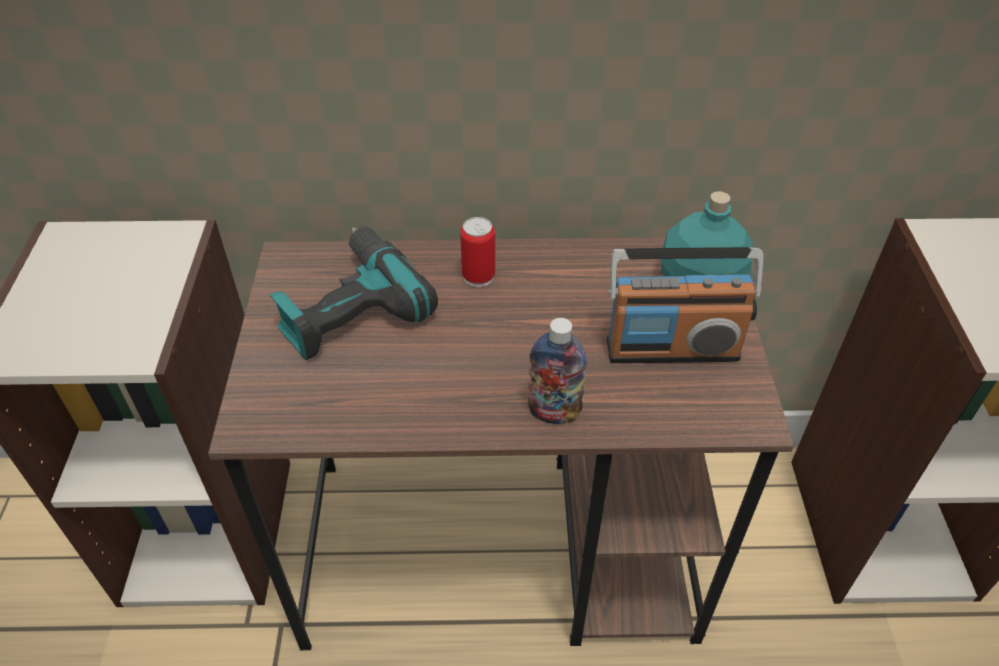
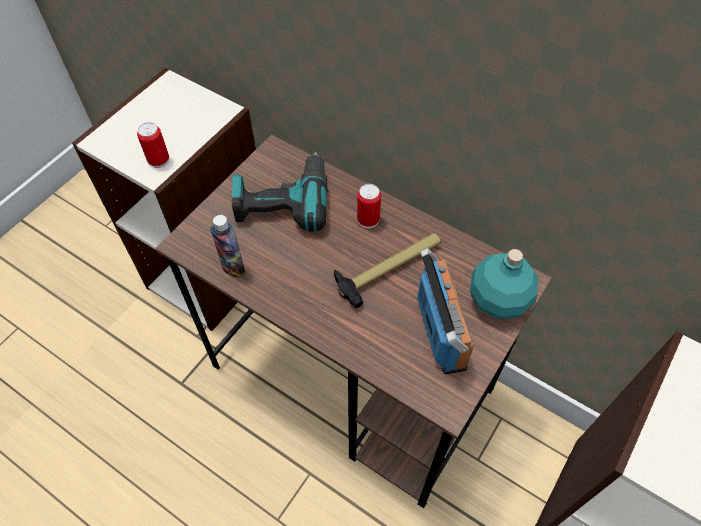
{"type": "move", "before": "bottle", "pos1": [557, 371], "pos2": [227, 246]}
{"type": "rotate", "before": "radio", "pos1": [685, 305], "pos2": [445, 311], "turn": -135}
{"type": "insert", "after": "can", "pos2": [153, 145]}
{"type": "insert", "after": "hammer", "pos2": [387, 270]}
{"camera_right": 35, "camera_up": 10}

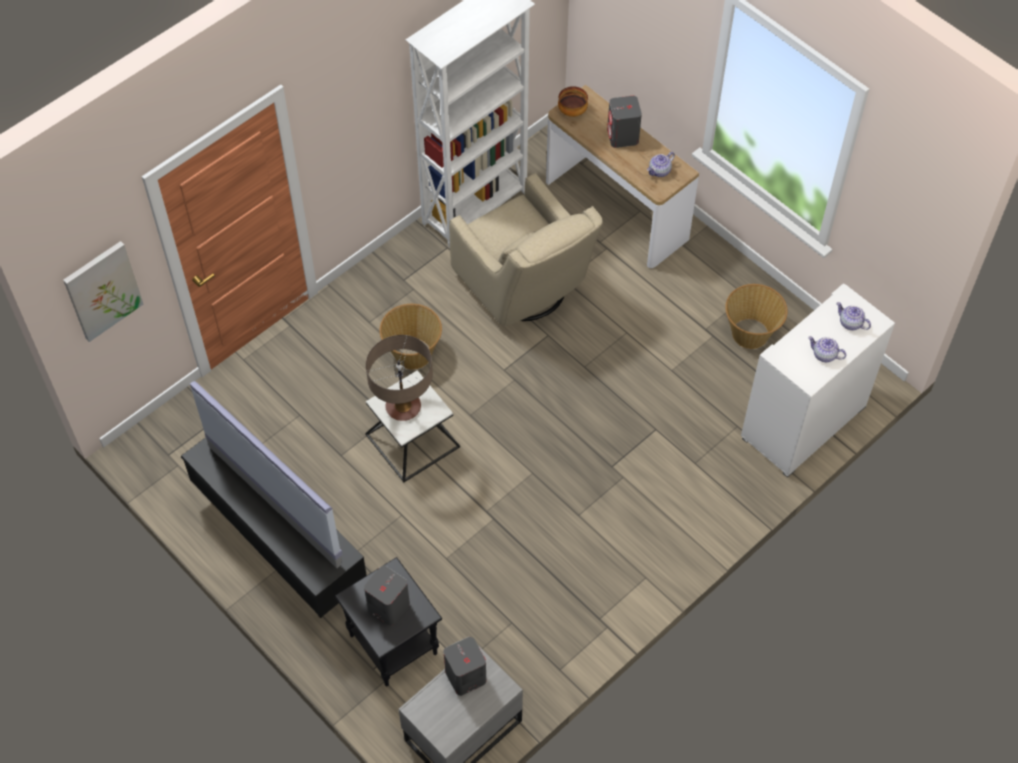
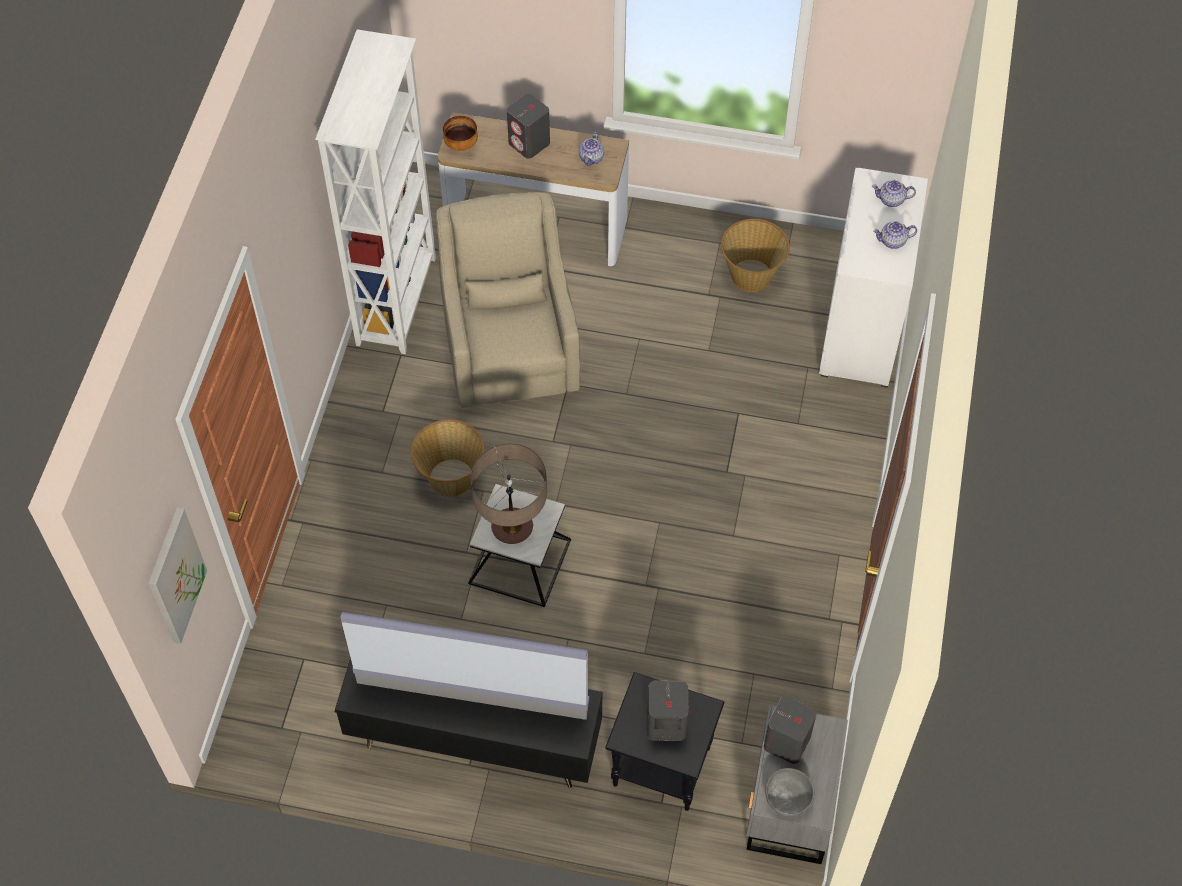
{"type": "rotate", "before": "beige armchair", "pos1": [526, 249], "pos2": [508, 300], "turn": -120}
{"type": "insert", "after": "grey bowl", "pos2": [789, 792]}
{"camera_right": -35, "camera_up": 0}

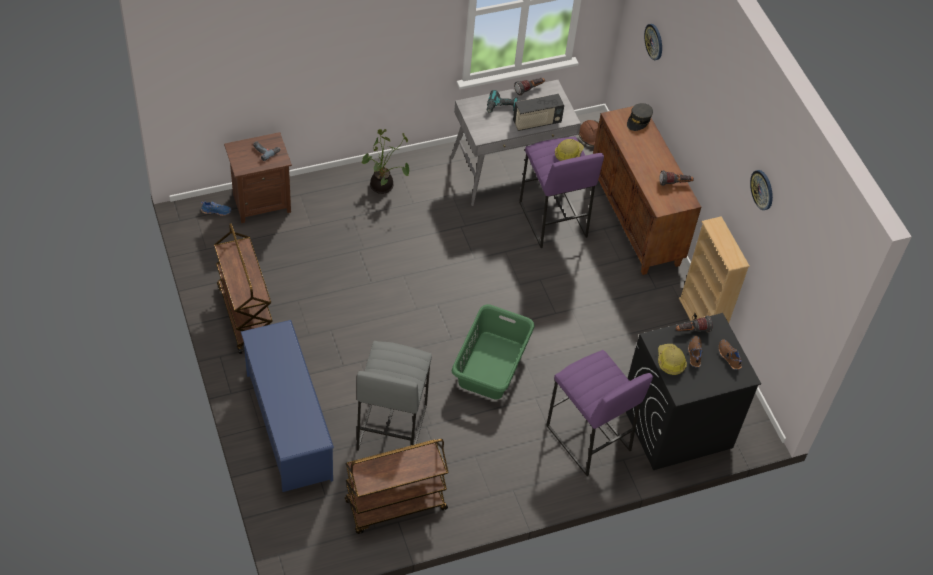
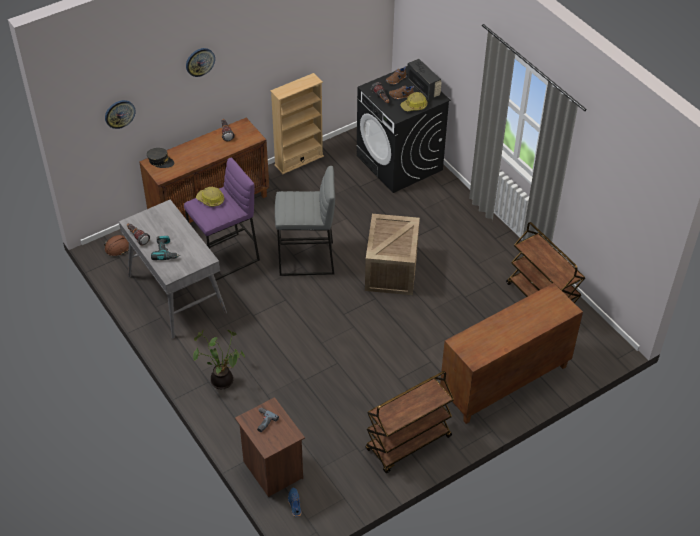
{"type": "replace", "before": "blue shoe rack", "after": "brown cabinet", "pos1": [287, 406], "pos2": [511, 353]}
{"type": "move", "before": "grey stool", "pos1": [394, 396], "pos2": [305, 221]}
{"type": "replace", "before": "green laundry basket", "after": "crate", "pos1": [493, 352], "pos2": [392, 254]}
{"type": "move", "before": "radio", "pos1": [538, 112], "pos2": [424, 79]}
{"type": "delete", "before": "purple stool", "pos1": [599, 413]}
{"type": "move", "before": "wall clock", "pos1": [761, 190], "pos2": [200, 62]}
{"camera_right": -100, "camera_up": -5}

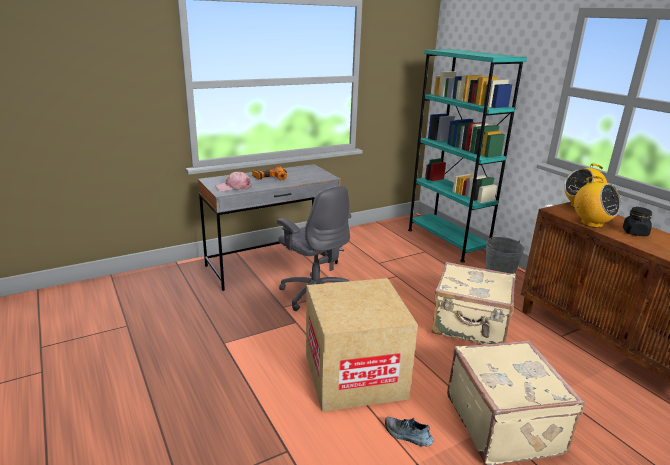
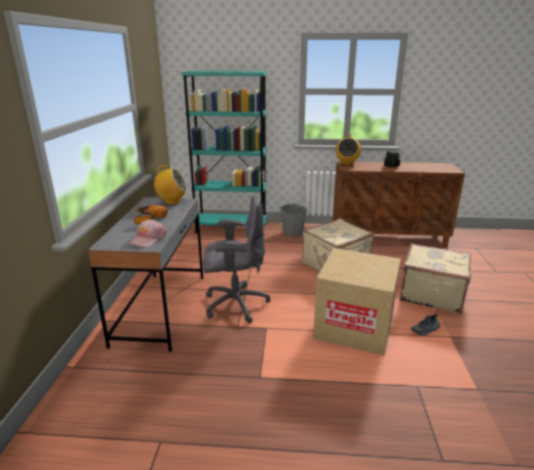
{"type": "move", "before": "radio", "pos1": [597, 202], "pos2": [169, 184]}
{"camera_right": -55, "camera_up": 0}

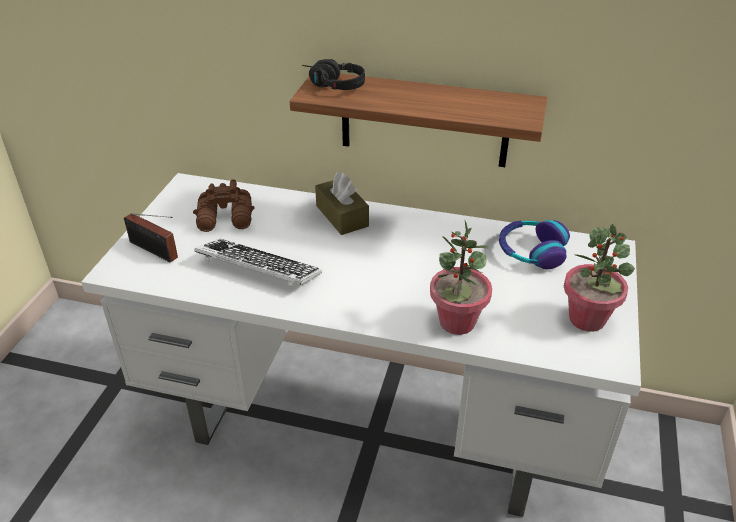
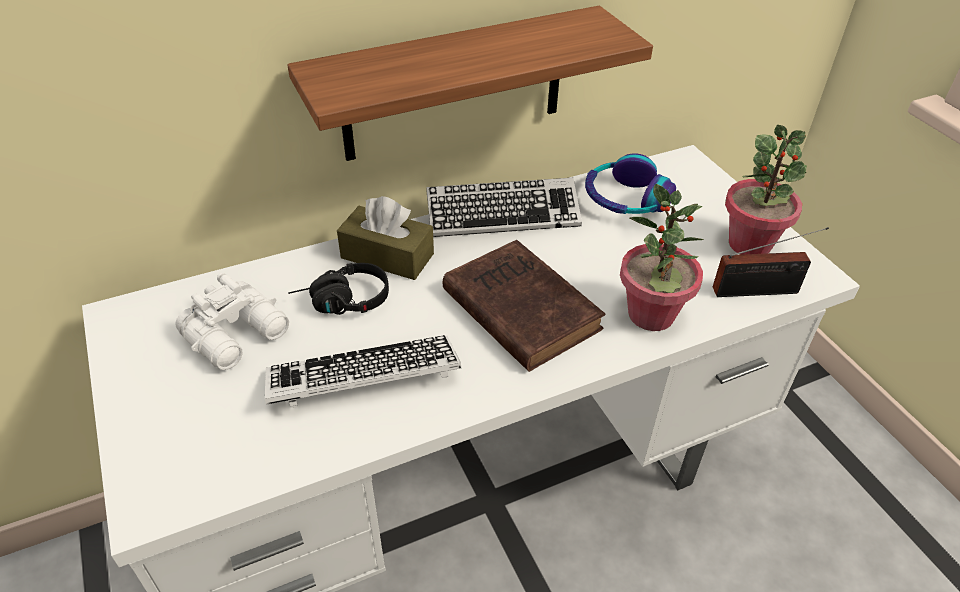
{"type": "move", "before": "radio", "pos1": [151, 238], "pos2": [771, 262]}
{"type": "recolor", "before": "brown binoculars", "after": "white binoculars", "pos1": [223, 205], "pos2": [232, 321]}
{"type": "move", "before": "black headphones", "pos1": [333, 74], "pos2": [338, 289]}
{"type": "insert", "after": "keyboard", "pos2": [504, 207]}
{"type": "insert", "after": "brown book", "pos2": [524, 306]}
{"camera_right": -40, "camera_up": 5}

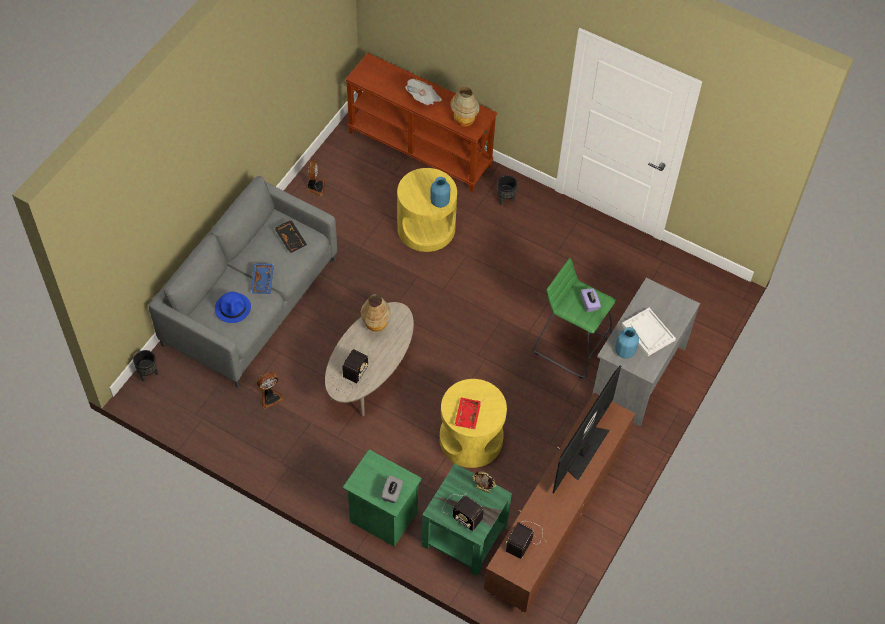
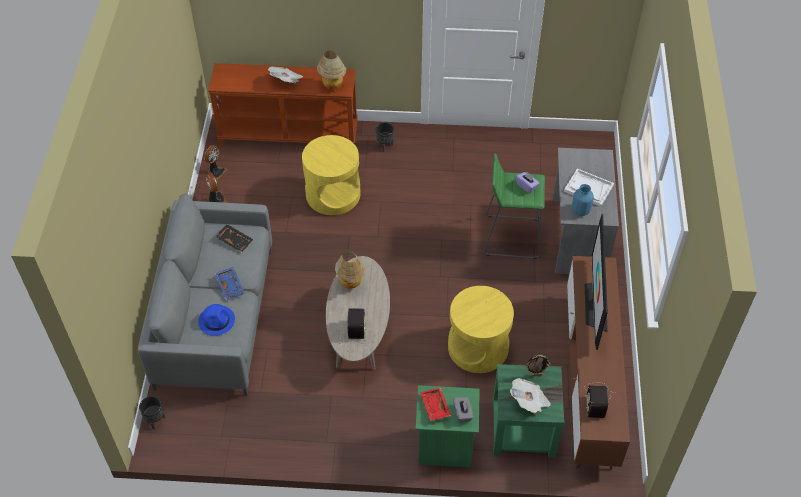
{"type": "move", "before": "fan", "pos1": [270, 390], "pos2": [216, 163]}
{"type": "delete", "before": "blue vase", "pos1": [440, 192]}
{"type": "replace", "before": "radio", "after": "newspaper", "pos1": [463, 512], "pos2": [530, 395]}
{"type": "move", "before": "red tray", "pos1": [468, 413], "pos2": [435, 404]}
{"camera_right": -25, "camera_up": -5}

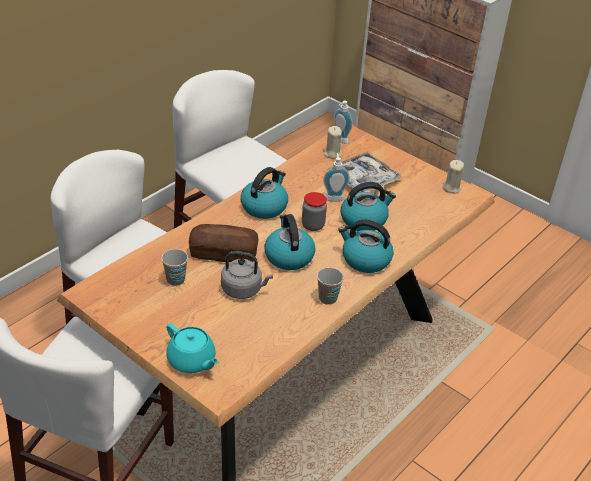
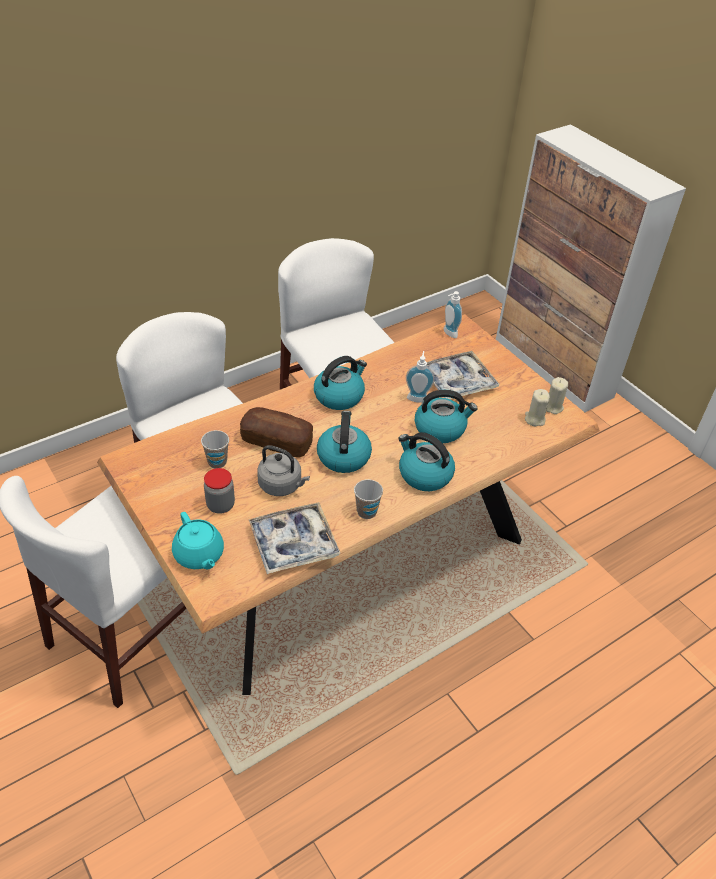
{"type": "move", "before": "jar", "pos1": [314, 211], "pos2": [219, 491]}
{"type": "move", "before": "beige candle", "pos1": [332, 142], "pos2": [537, 407]}
{"type": "insert", "after": "tray", "pos2": [294, 538]}
{"camera_right": 15, "camera_up": 5}

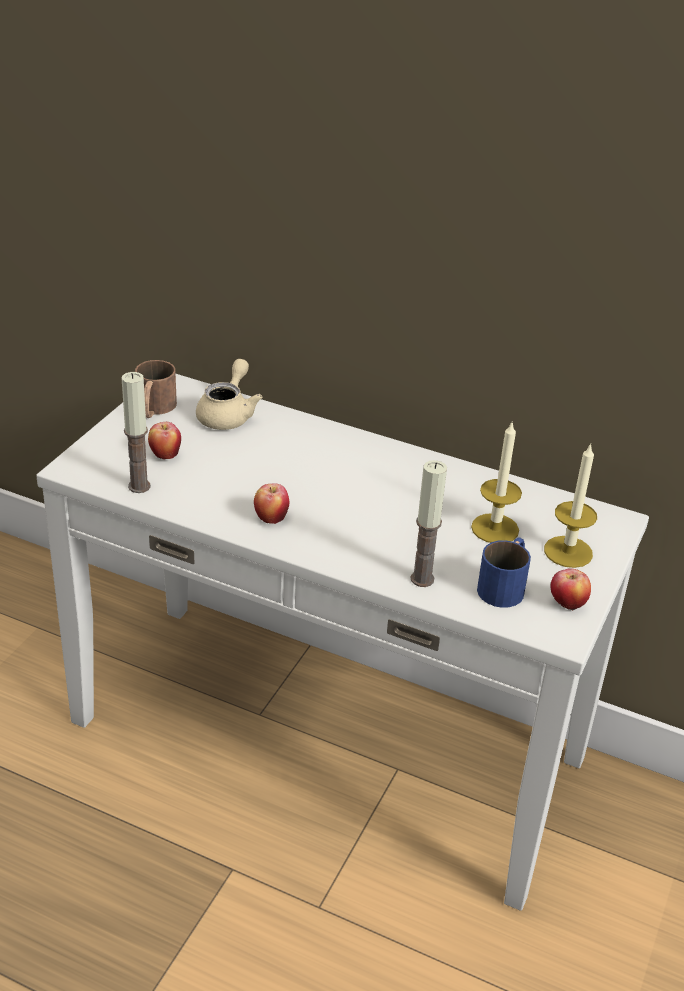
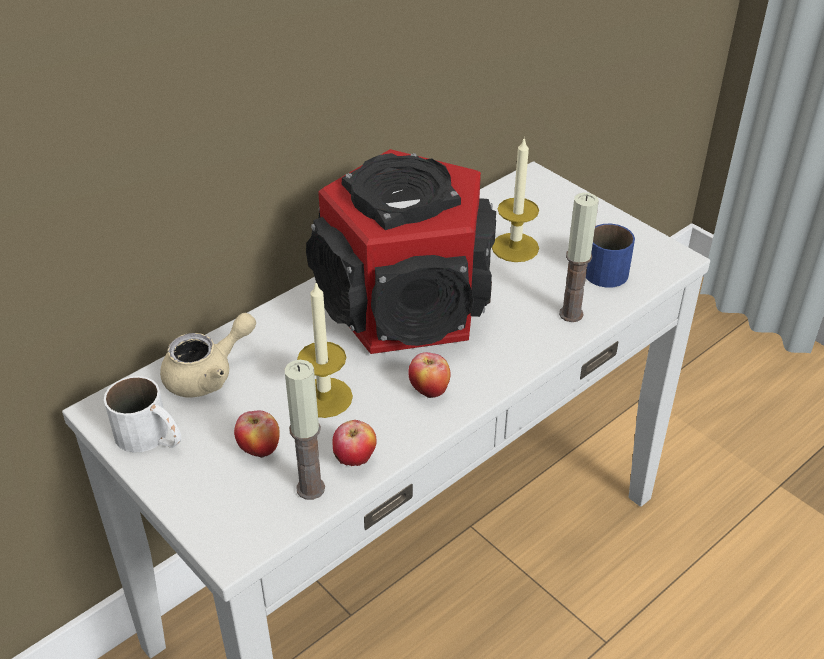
{"type": "recolor", "before": "brown mug", "after": "white mug", "pos1": [156, 389], "pos2": [142, 414]}
{"type": "rotate", "before": "beige teapot", "pos1": [229, 394], "pos2": [208, 355], "turn": 105}
{"type": "move", "before": "candle", "pos1": [570, 505], "pos2": [325, 350]}
{"type": "move", "before": "apple", "pos1": [570, 589], "pos2": [354, 443]}
{"type": "insert", "after": "speaker", "pos2": [401, 251]}
{"camera_right": -65, "camera_up": 5}

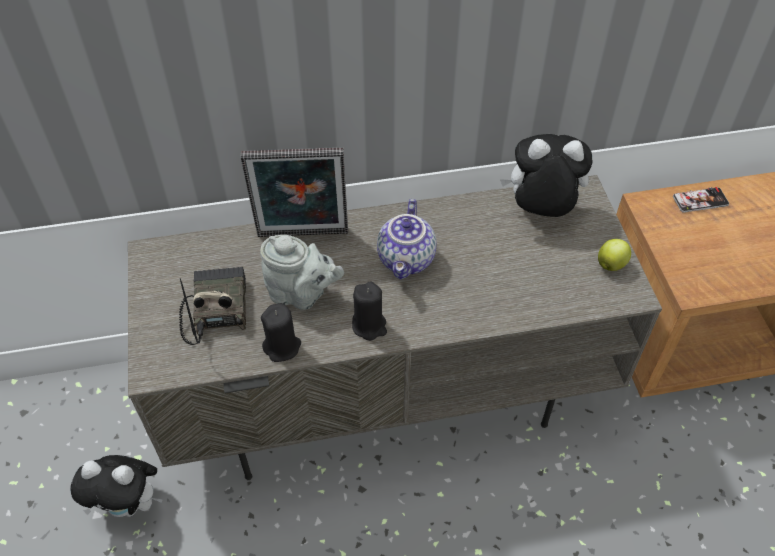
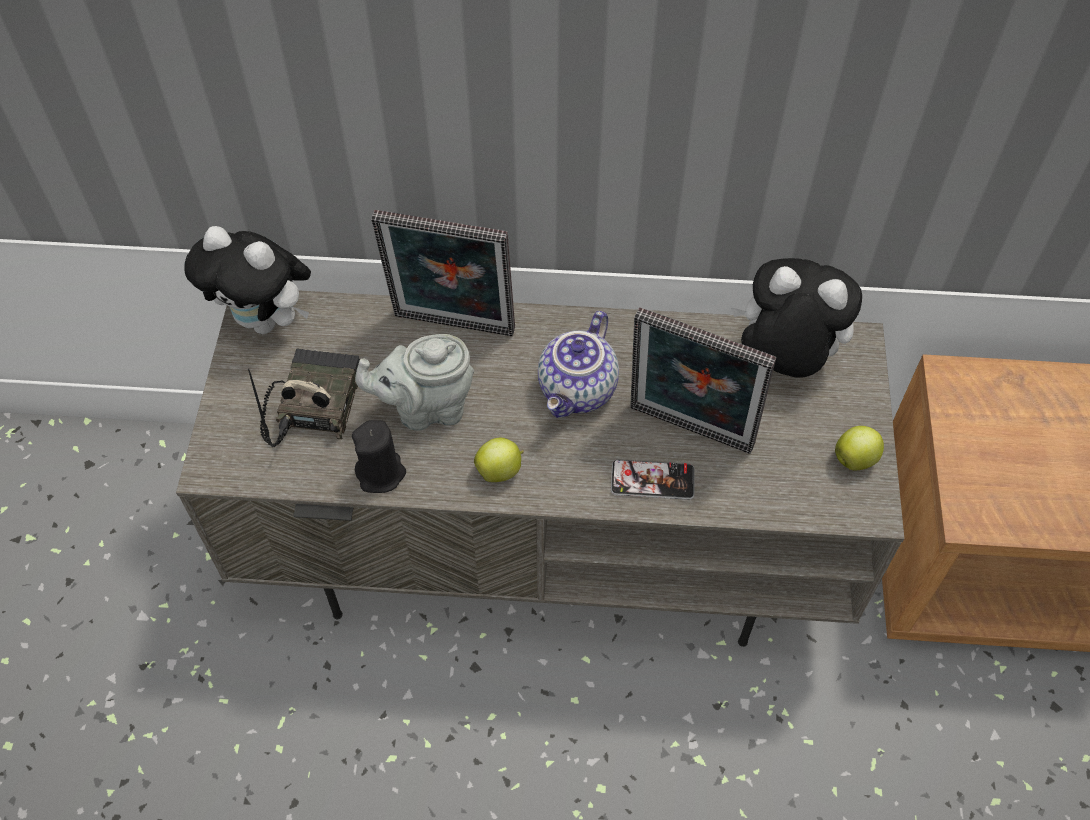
{"type": "move", "before": "plush toy", "pos1": [116, 486], "pos2": [247, 280]}
{"type": "rotate", "before": "grey teapot", "pos1": [302, 272], "pos2": [414, 382], "turn": 135}
{"type": "replace", "before": "black candle", "after": "apple", "pos1": [369, 311], "pos2": [499, 460]}
{"type": "move", "before": "phone", "pos1": [701, 200], "pos2": [652, 479]}
{"type": "insert", "after": "picture frame", "pos2": [703, 380]}
{"camera_right": 15, "camera_up": 5}

